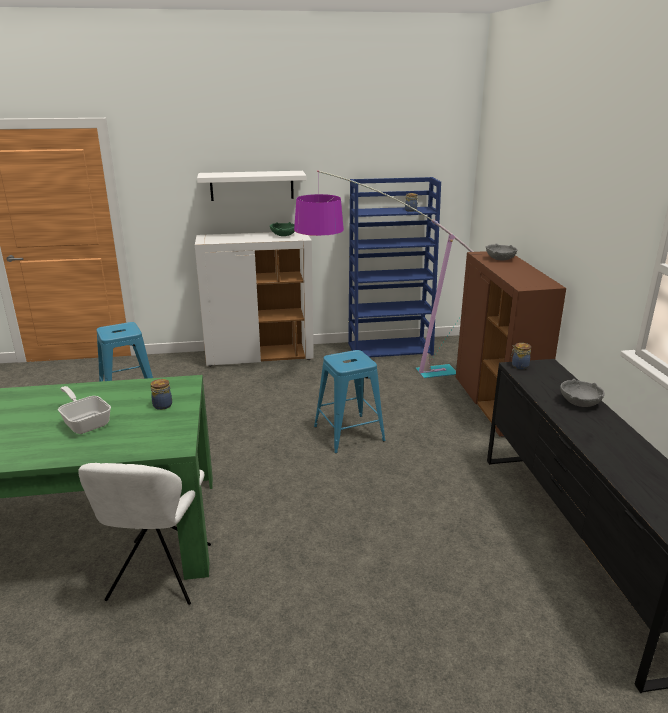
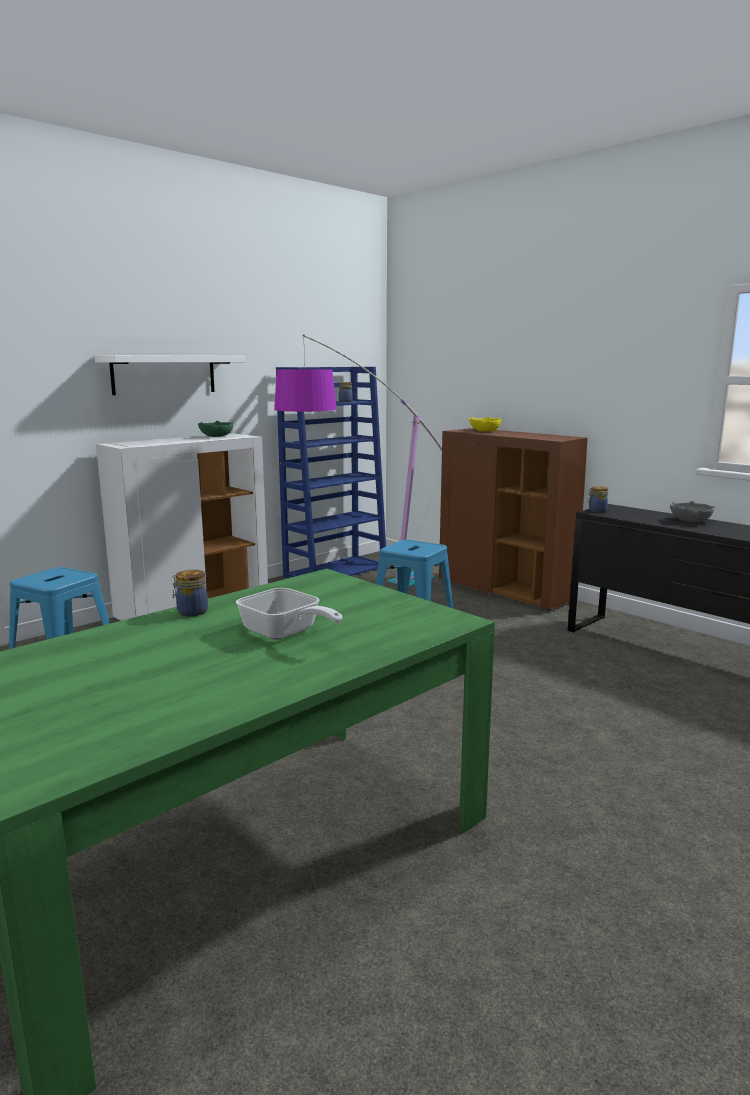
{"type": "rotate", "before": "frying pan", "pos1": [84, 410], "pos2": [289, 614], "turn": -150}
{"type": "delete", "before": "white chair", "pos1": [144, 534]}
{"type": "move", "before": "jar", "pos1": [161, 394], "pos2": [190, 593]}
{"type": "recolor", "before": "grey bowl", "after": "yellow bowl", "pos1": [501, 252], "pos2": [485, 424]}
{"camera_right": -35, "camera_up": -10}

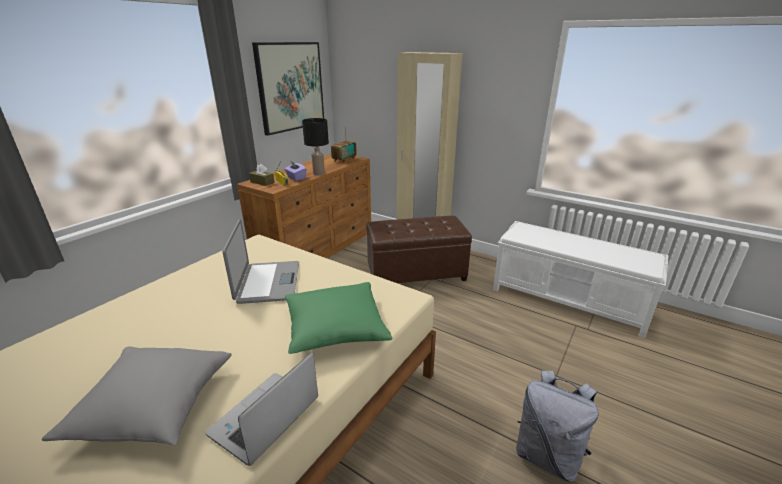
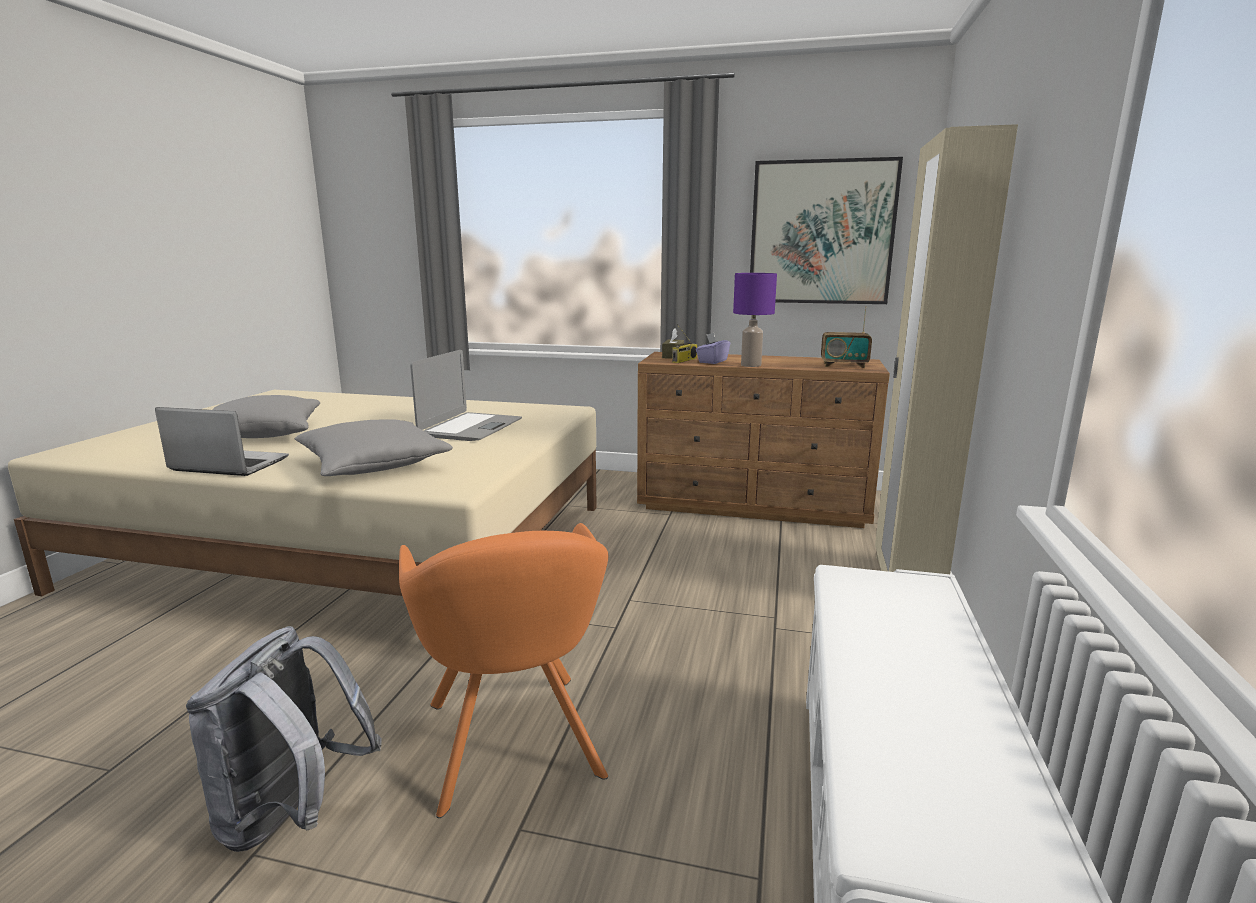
{"type": "rotate", "before": "laptop", "pos1": [260, 261], "pos2": [466, 395], "turn": -45}
{"type": "recolor", "before": "green pillow", "after": "grey pillow", "pos1": [338, 318], "pos2": [373, 448]}
{"type": "recolor", "before": "black table lamp", "after": "purple table lamp", "pos1": [315, 146], "pos2": [755, 320]}
{"type": "delete", "before": "brown ottoman", "pos1": [419, 249]}
{"type": "insert", "after": "orange armchair", "pos2": [503, 670]}
{"camera_right": 70, "camera_up": -10}

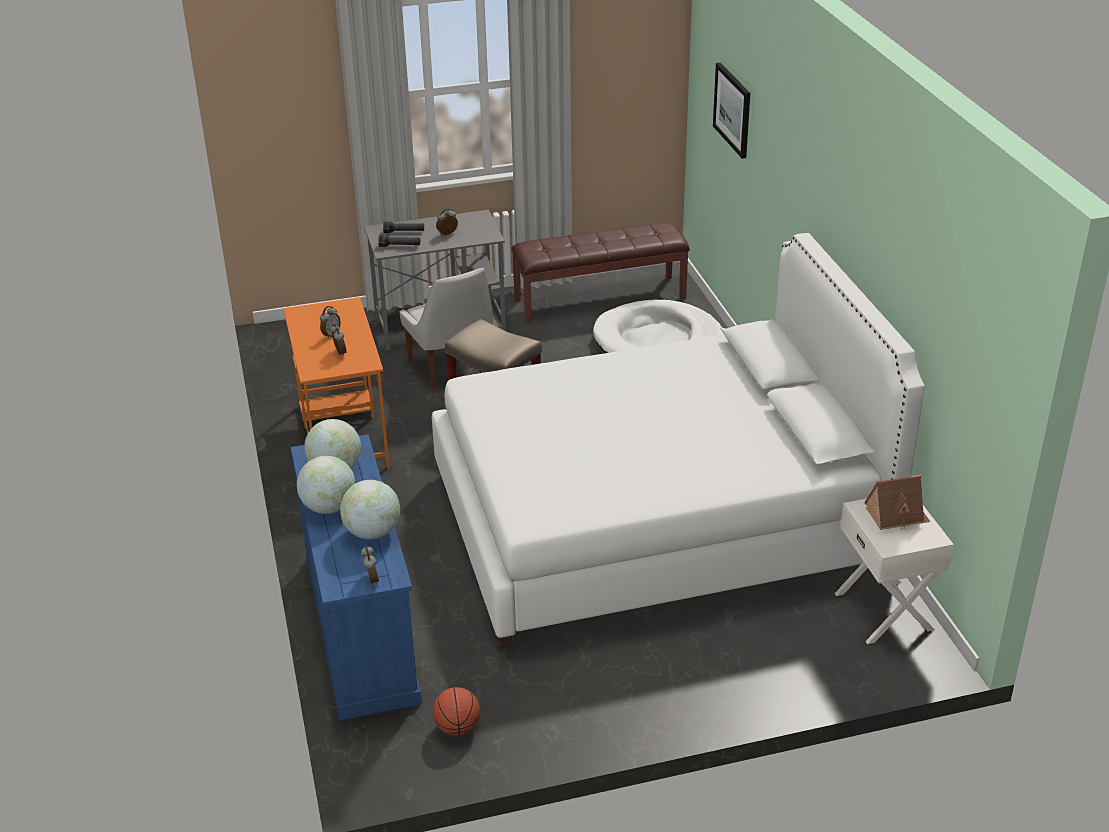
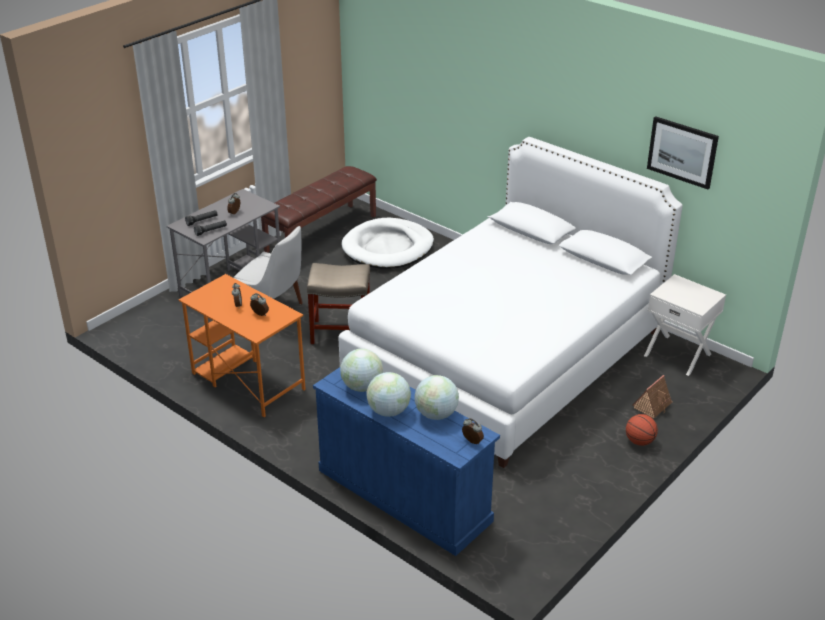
{"type": "move", "before": "basketball", "pos1": [456, 711], "pos2": [642, 430]}
{"type": "move", "before": "picture", "pos1": [731, 111], "pos2": [683, 152]}
{"type": "move", "before": "toy house", "pos1": [897, 502], "pos2": [652, 396]}
{"camera_right": -35, "camera_up": 0}

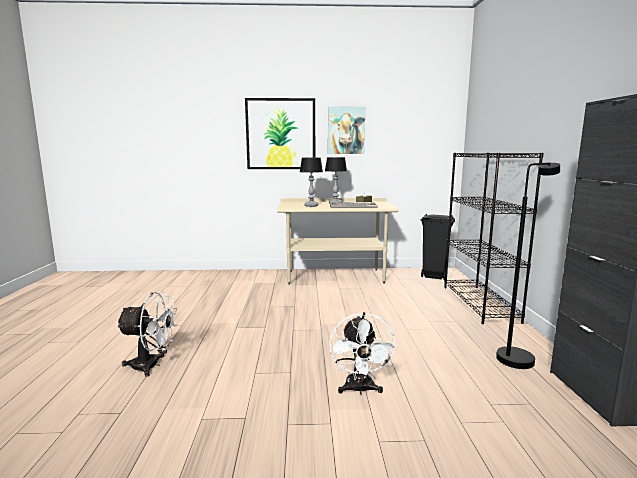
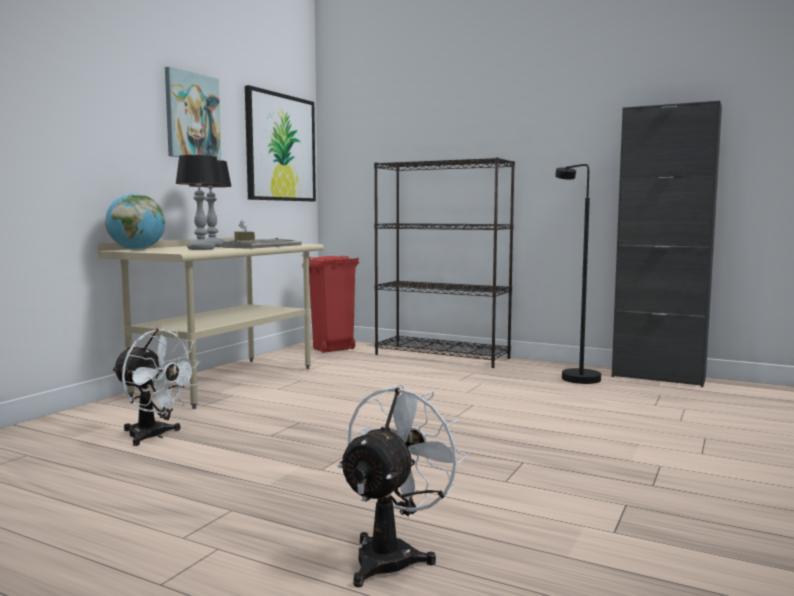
{"type": "move", "before": "picture", "pos1": [280, 133], "pos2": [280, 143]}
{"type": "move", "before": "white fan", "pos1": [363, 353], "pos2": [156, 387]}
{"type": "recolor", "before": "black trash can", "after": "red trash can", "pos1": [438, 247], "pos2": [334, 304]}
{"type": "insert", "after": "globe", "pos2": [135, 221]}
{"camera_right": -60, "camera_up": -5}

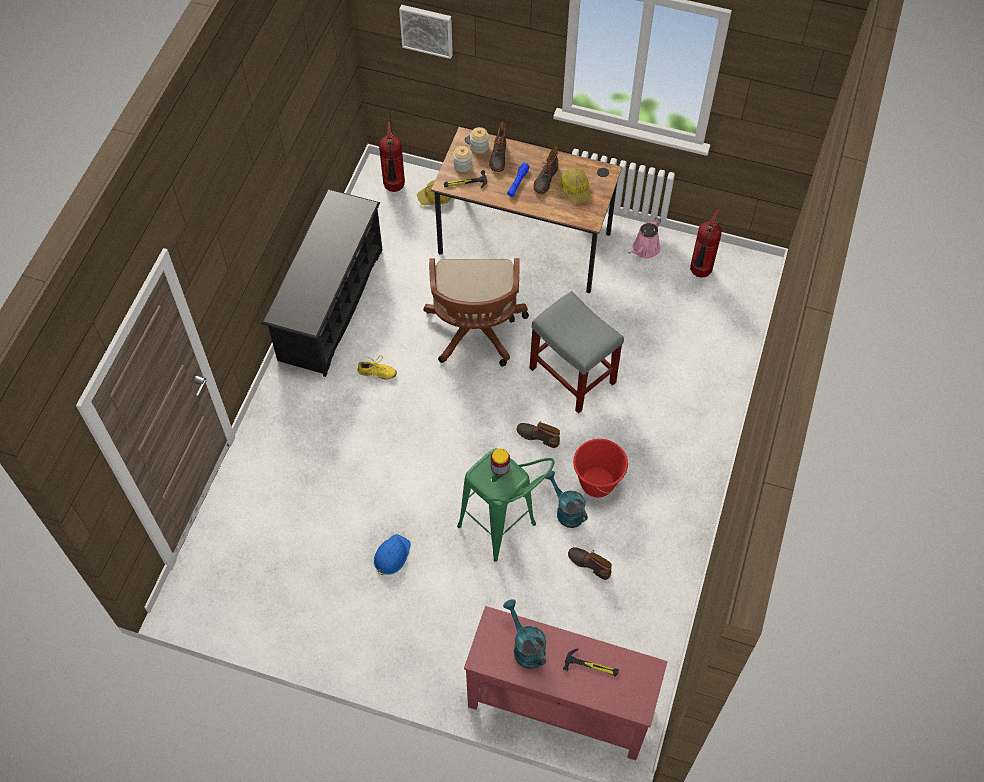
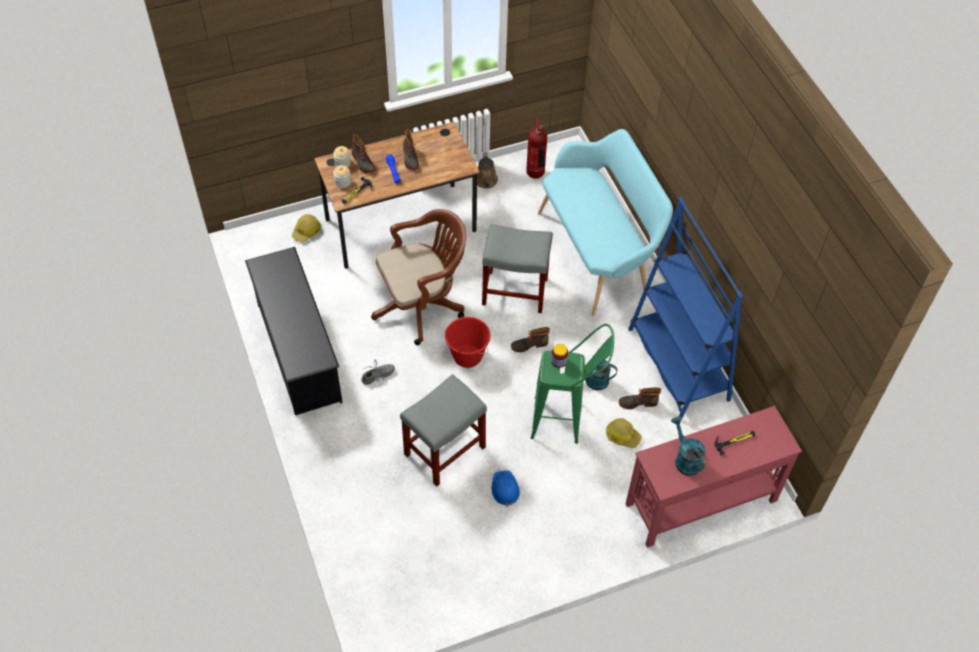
{"type": "recolor", "before": "yellow shoe", "after": "grey shoe", "pos1": [377, 367], "pos2": [378, 372]}
{"type": "delete", "before": "fire extinguisher", "pos1": [392, 157]}
{"type": "delete", "before": "picture", "pos1": [426, 32]}
{"type": "rotate", "before": "brown office chair", "pos1": [476, 312], "pos2": [418, 277], "turn": -75}
{"type": "rotate", "before": "turquoise watering can", "pos1": [524, 634], "pos2": [688, 446], "turn": 45}
{"type": "move", "before": "hard hat", "pos1": [574, 185], "pos2": [624, 433]}
{"type": "move", "before": "red bucket", "pos1": [600, 468], "pos2": [468, 342]}
{"type": "recolor", "before": "pink watering can", "after": "brown watering can", "pos1": [644, 238], "pos2": [487, 170]}
{"type": "insert", "after": "grey stool", "pos2": [443, 430]}
{"type": "insert", "after": "turquoise bench", "pos2": [605, 222]}
{"type": "insert", "after": "blue bookcase", "pos2": [685, 307]}
{"camera_right": -40, "camera_up": -5}

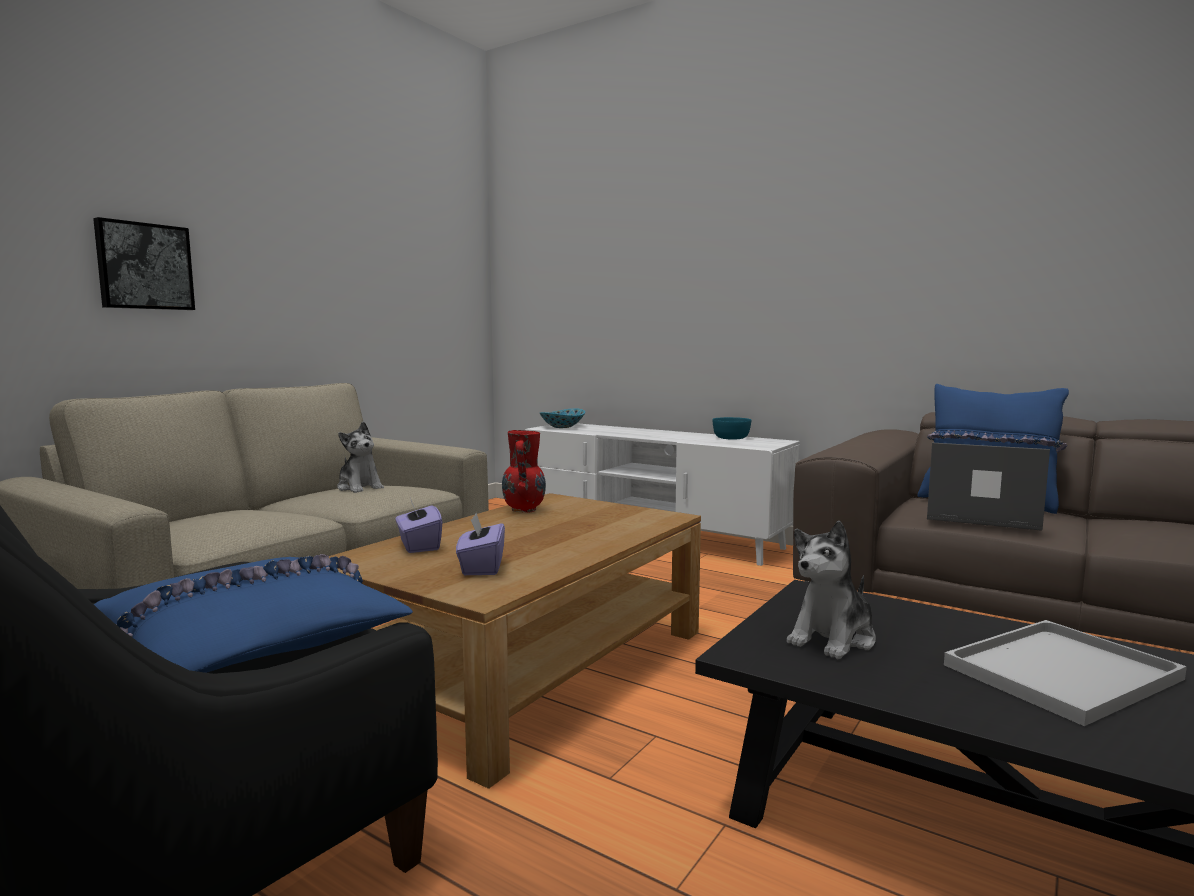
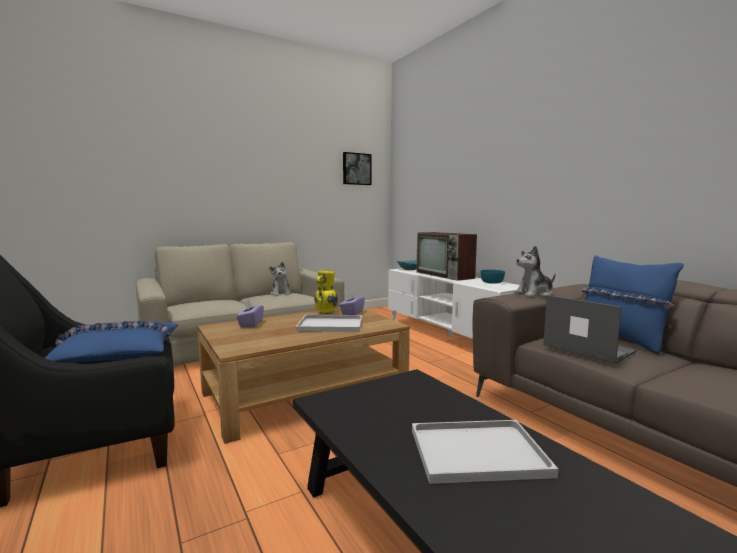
{"type": "move", "before": "picture", "pos1": [144, 263], "pos2": [357, 168]}
{"type": "move", "before": "purple tissue box", "pos1": [480, 544], "pos2": [352, 303]}
{"type": "recolor", "before": "red vase", "after": "yellow vase", "pos1": [524, 471], "pos2": [326, 292]}
{"type": "move", "before": "plush toy", "pos1": [831, 590], "pos2": [534, 271]}
{"type": "insert", "after": "white tray", "pos2": [329, 323]}
{"type": "insert", "after": "television", "pos2": [446, 256]}
{"camera_right": 25, "camera_up": 0}

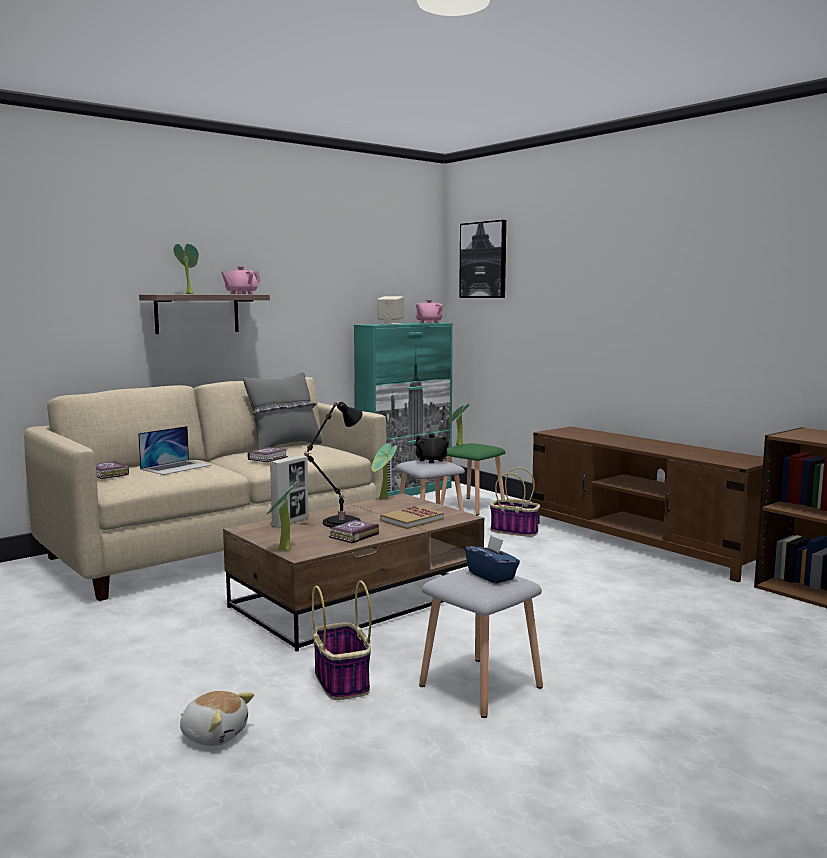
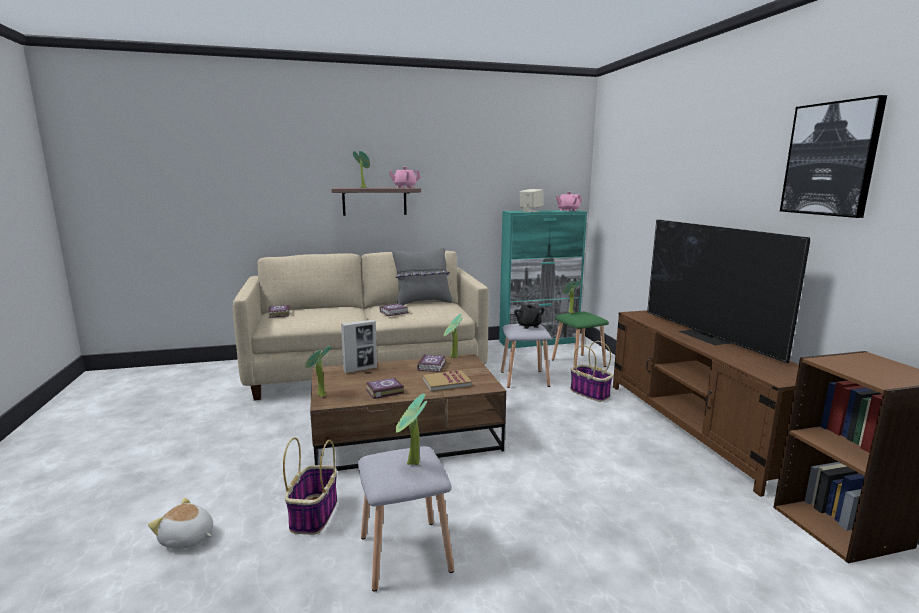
{"type": "delete", "before": "laptop", "pos1": [174, 450]}
{"type": "rotate", "before": "plush toy", "pos1": [217, 718], "pos2": [180, 523], "turn": 150}
{"type": "delete", "before": "black table lamp", "pos1": [333, 464]}
{"type": "move", "before": "picture", "pos1": [482, 259], "pos2": [833, 156]}
{"type": "replace", "before": "blue tissue box", "after": "potted plant", "pos1": [492, 559], "pos2": [411, 429]}
{"type": "insert", "after": "book", "pos2": [431, 363]}
{"type": "insert", "after": "television", "pos2": [728, 291]}
{"camera_right": 25, "camera_up": 5}

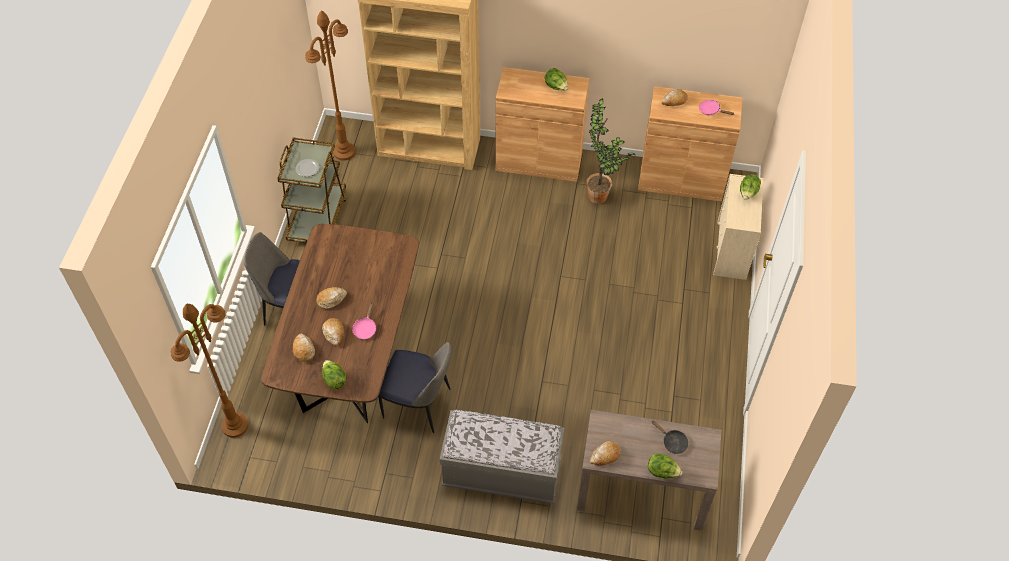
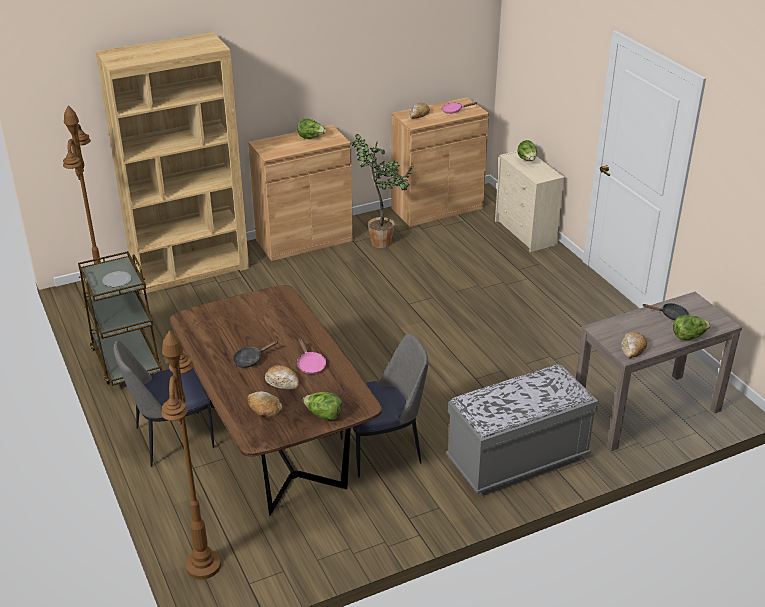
{"type": "replace", "before": "bread", "after": "black frying pan", "pos1": [331, 298], "pos2": [255, 354]}
{"camera_right": -35, "camera_up": -20}

